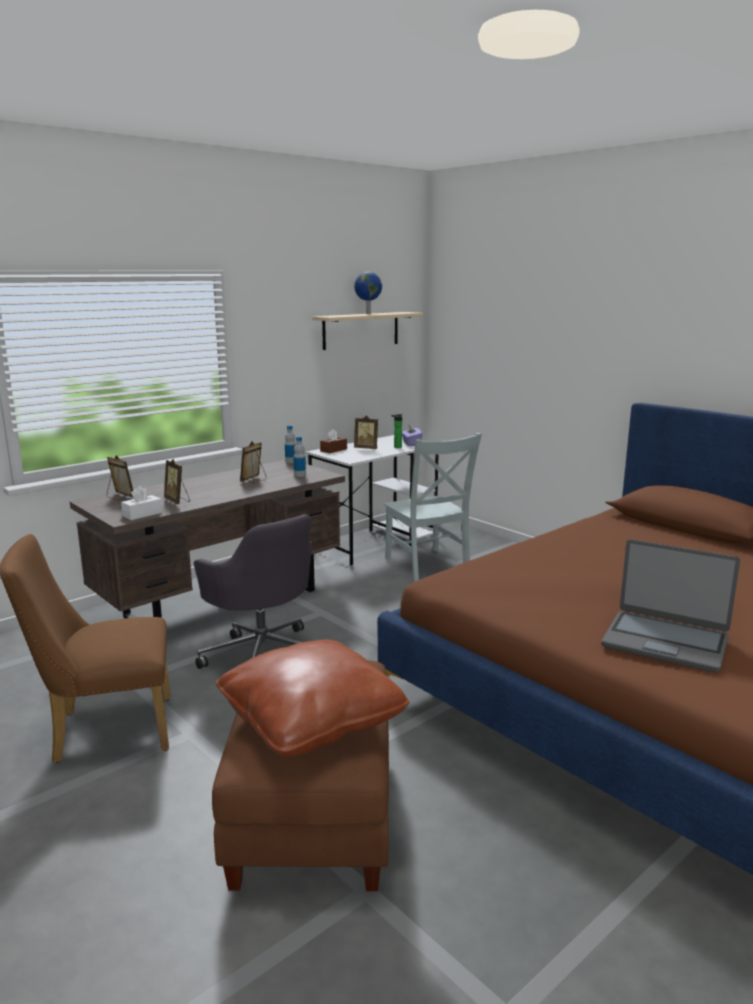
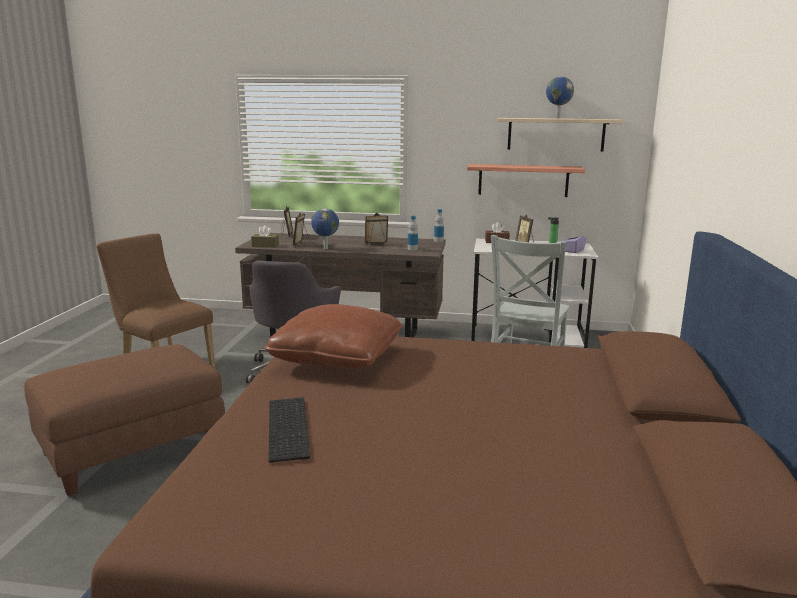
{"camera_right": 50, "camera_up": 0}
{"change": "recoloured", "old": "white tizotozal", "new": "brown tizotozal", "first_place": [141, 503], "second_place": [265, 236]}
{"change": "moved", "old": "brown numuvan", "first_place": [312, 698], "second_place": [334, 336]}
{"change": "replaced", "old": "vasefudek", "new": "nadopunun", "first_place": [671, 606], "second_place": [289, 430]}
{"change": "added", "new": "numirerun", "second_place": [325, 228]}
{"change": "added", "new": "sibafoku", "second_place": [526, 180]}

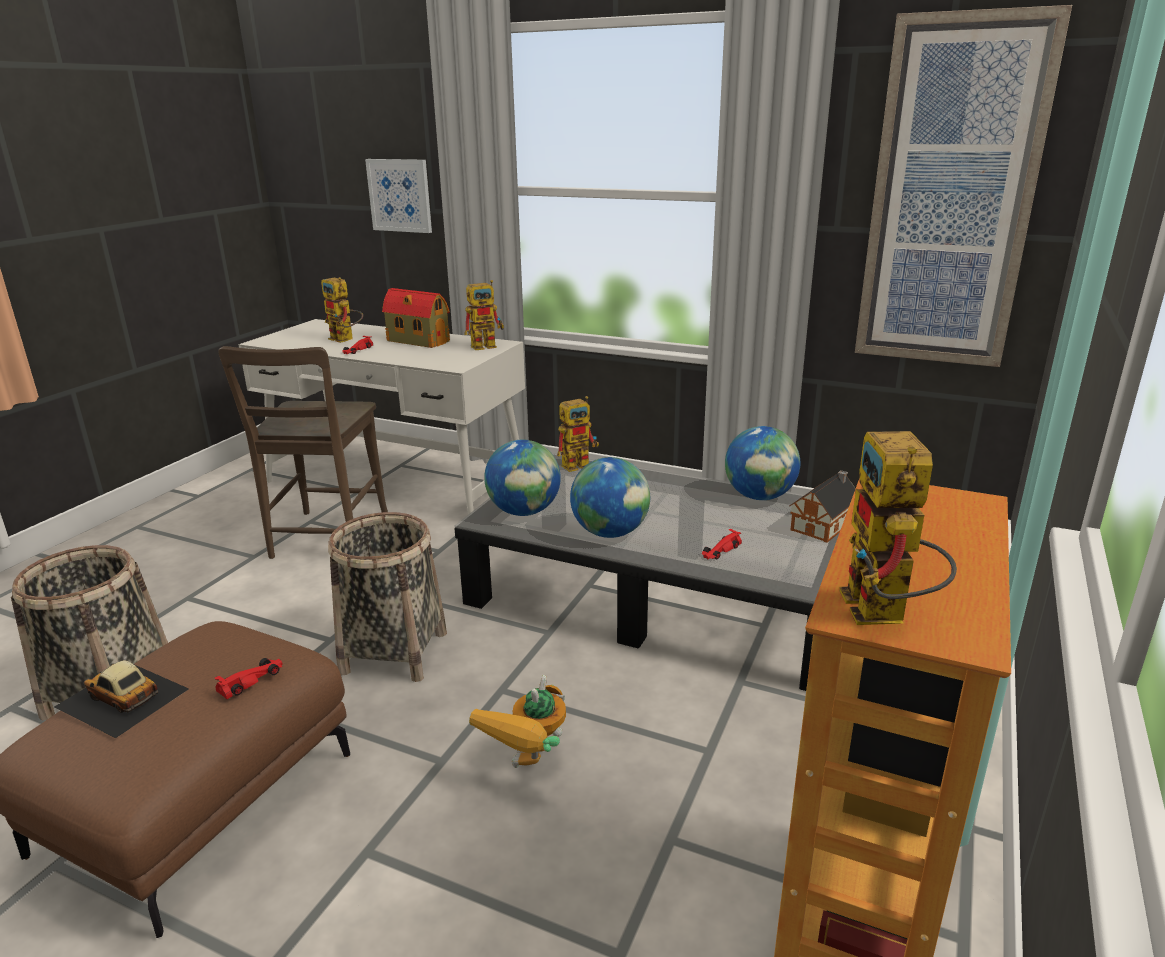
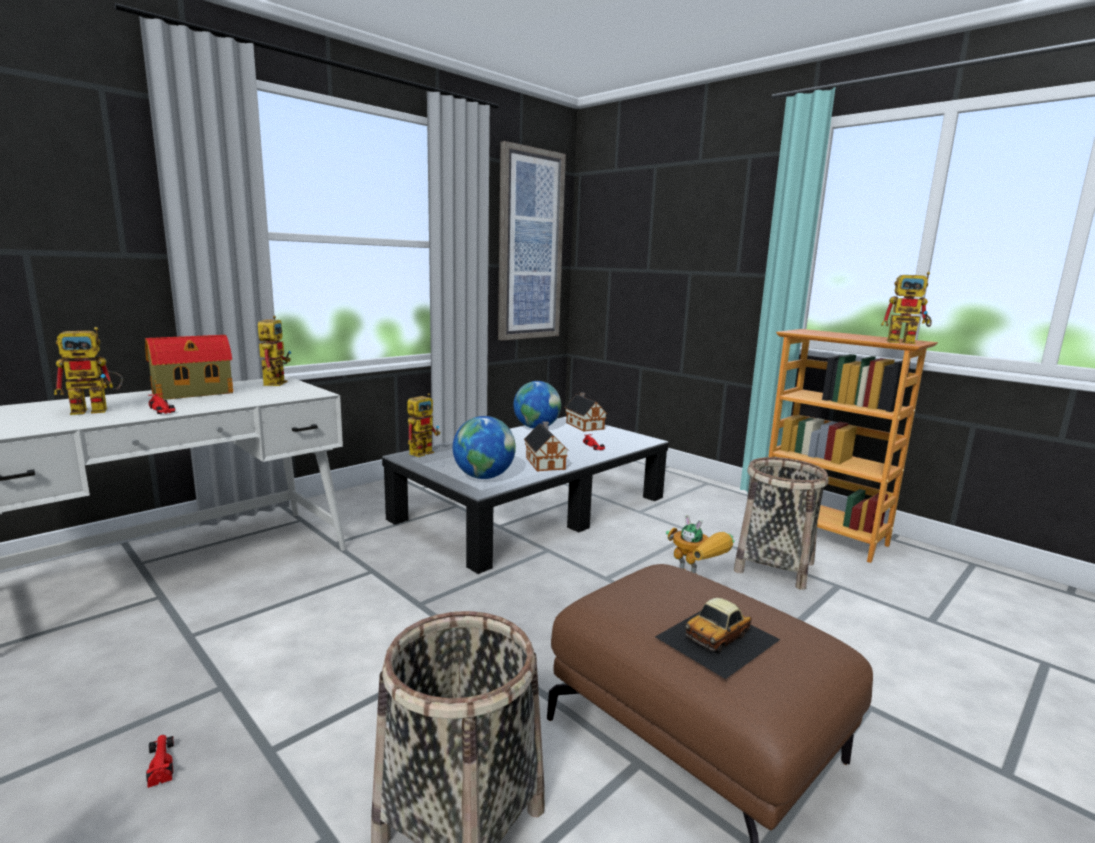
{"camera_right": -70, "camera_up": -10}
{"change": "moved", "old": "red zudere", "first_place": [248, 678], "second_place": [160, 761]}
{"change": "removed", "old": "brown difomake", "first_place": [303, 452]}
{"change": "moved", "old": "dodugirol", "first_place": [387, 597], "second_place": [781, 523]}
{"change": "removed", "old": "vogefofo", "first_place": [398, 196]}
{"change": "turned", "old": "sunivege", "first_place": [578, 434], "second_place": [423, 425], "degrees": 45}
{"change": "replaced", "old": "numirerun", "new": "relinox", "first_place": [610, 497], "second_place": [546, 446]}

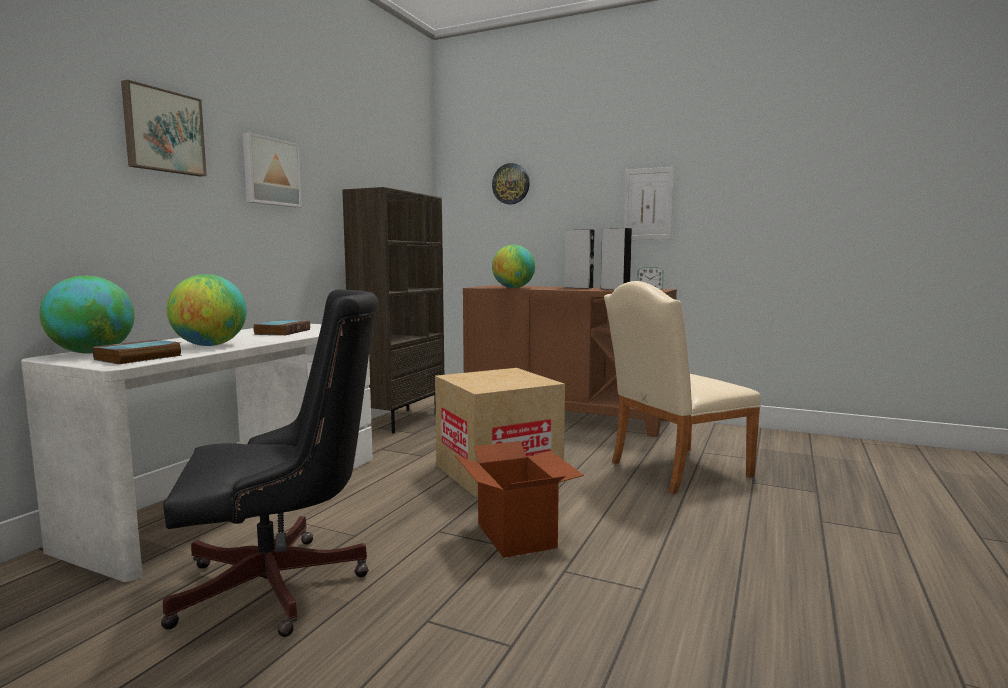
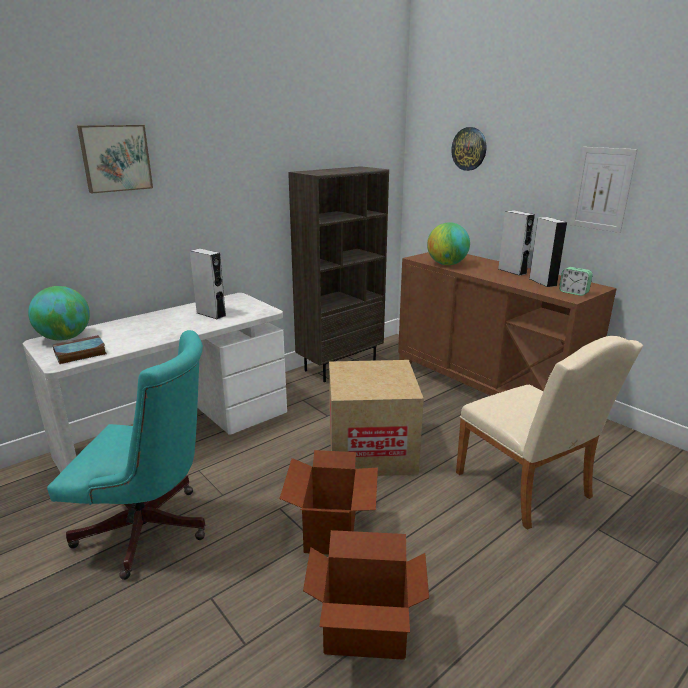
{"camera_right": 25, "camera_up": 15}
{"change": "recoloured", "old": "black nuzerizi", "new": "turquoise nuzerizi", "first_place": [270, 463], "second_place": [126, 455]}
{"change": "removed", "old": "numirerun", "first_place": [207, 310]}
{"change": "removed", "old": "vogefofo", "first_place": [272, 169]}
{"change": "replaced", "old": "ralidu", "new": "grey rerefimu", "first_place": [281, 328], "second_place": [208, 284]}
{"change": "turned", "old": "beige difomake", "first_place": [682, 387], "second_place": [549, 433], "degrees": -120}
{"change": "added", "new": "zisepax", "second_place": [366, 595]}

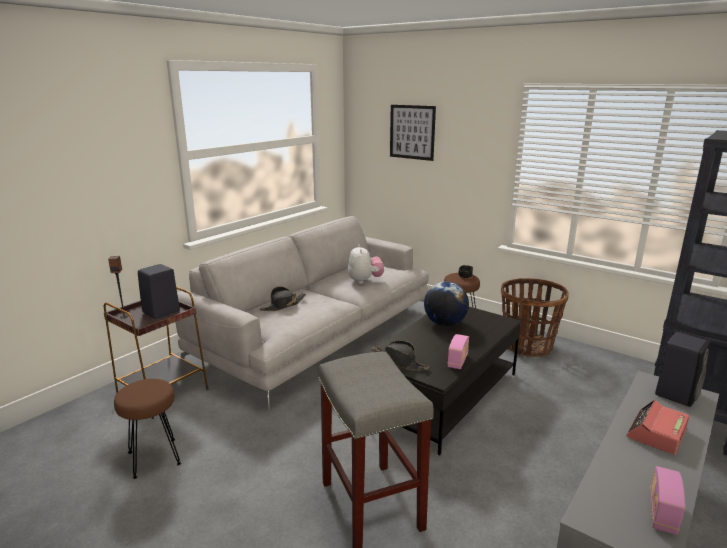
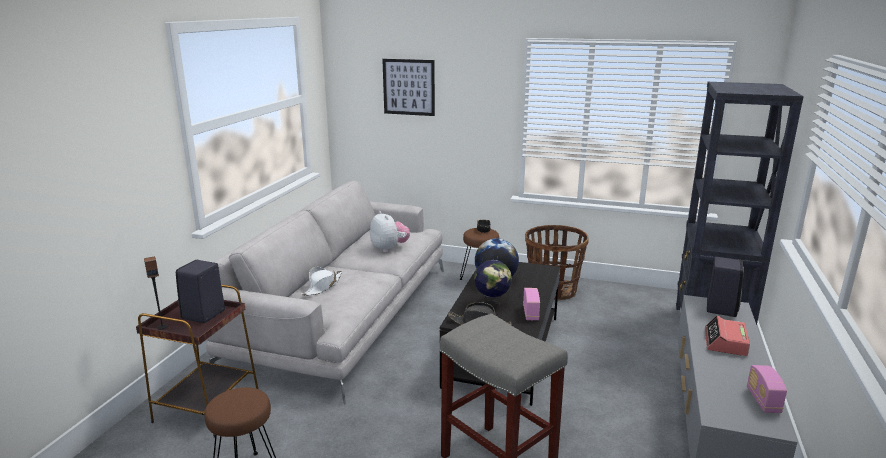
{"camera_right": -20, "camera_up": 0}
{"change": "recoloured", "old": "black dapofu", "new": "white dapofu", "first_place": [283, 298], "second_place": [321, 281]}
{"change": "added", "new": "numirerun", "second_place": [493, 283]}

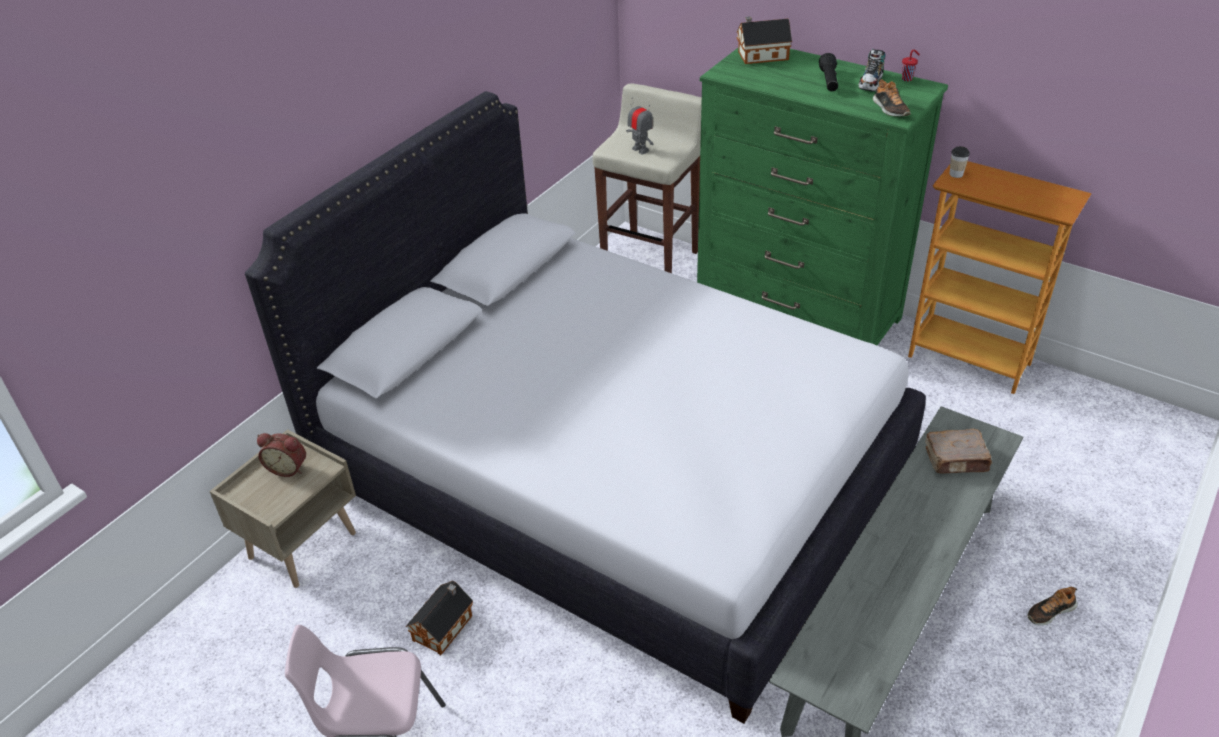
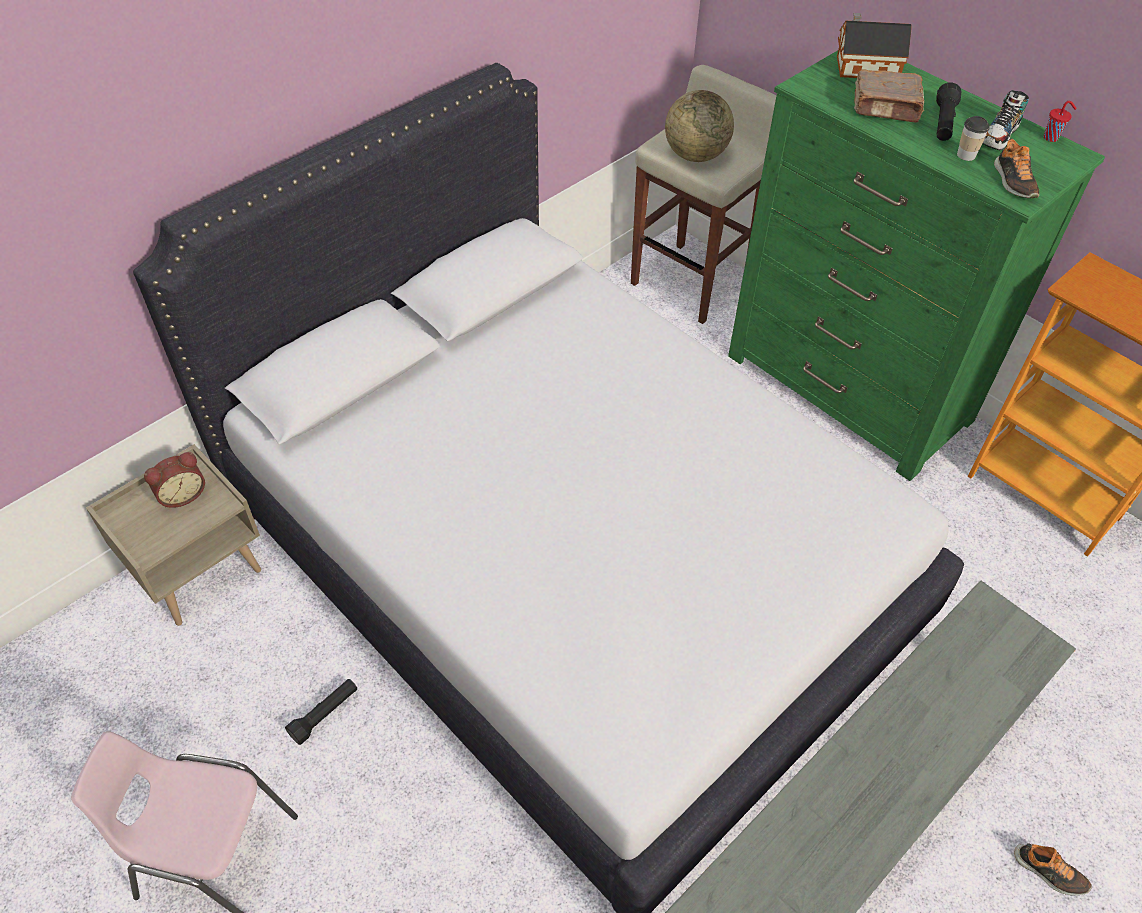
{"camera_right": 10, "camera_up": 10}
{"change": "turned", "old": "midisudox", "first_place": [281, 455], "second_place": [174, 480], "degrees": -60}
{"change": "replaced", "old": "relinox", "new": "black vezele", "first_place": [439, 618], "second_place": [321, 712]}
{"change": "replaced", "old": "sunivege", "new": "numirerun", "first_place": [639, 126], "second_place": [699, 126]}
{"change": "moved", "old": "brown ralidu", "first_place": [959, 451], "second_place": [889, 96]}
{"change": "moved", "old": "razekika", "first_place": [959, 162], "second_place": [973, 138]}
{"change": "turned", "old": "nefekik", "first_place": [1053, 606], "second_place": [1053, 869], "degrees": -135}

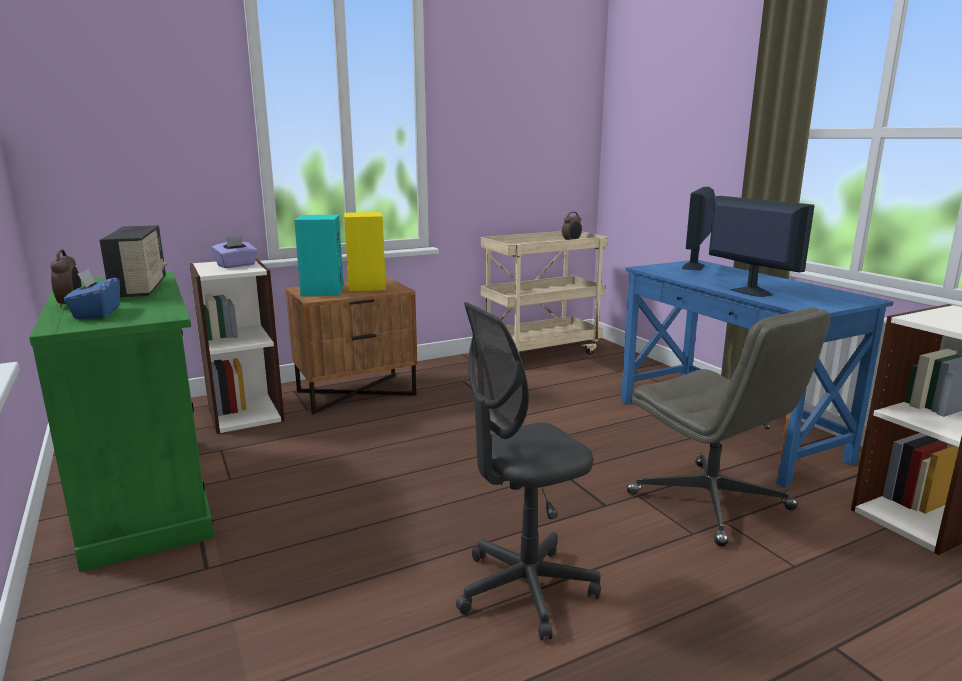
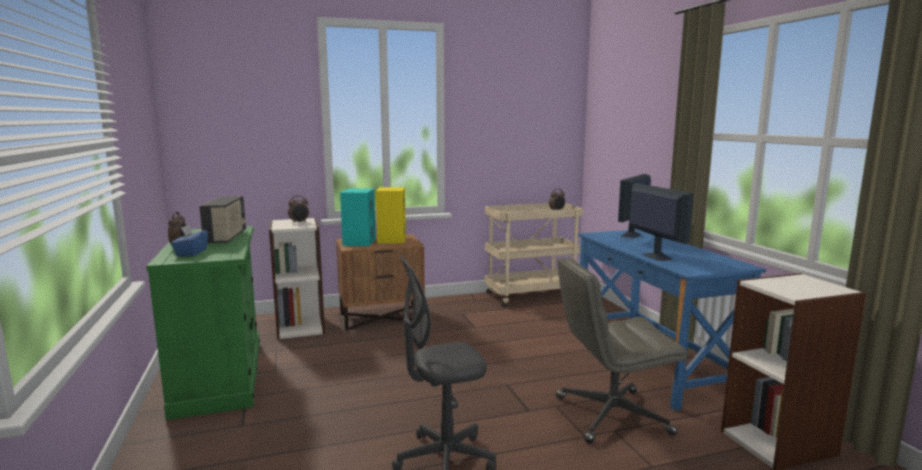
{"camera_right": 10, "camera_up": -5}
{"change": "replaced", "old": "purple tizotozal", "new": "midisudox", "first_place": [234, 252], "second_place": [298, 210]}
{"change": "turned", "old": "grey nuzerizi", "first_place": [729, 427], "second_place": [621, 350], "degrees": 105}

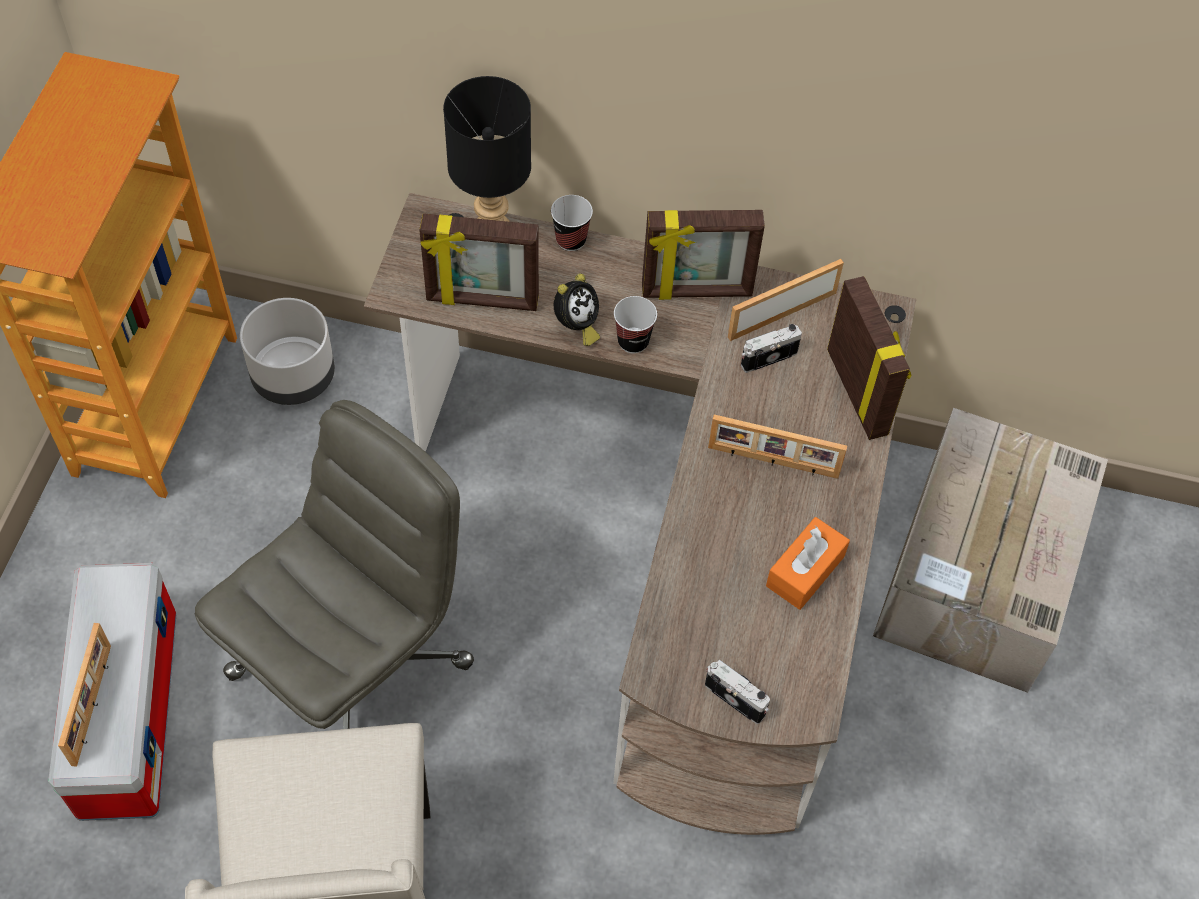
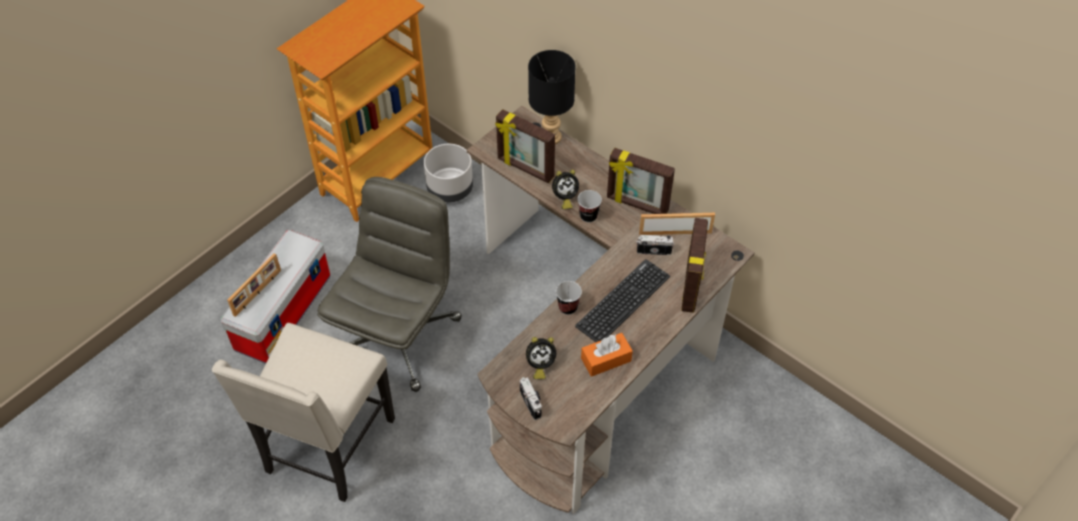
{"camera_right": 30, "camera_up": -5}
{"change": "turned", "old": "grey nuzerizi", "first_place": [334, 564], "second_place": [389, 284], "degrees": -45}
{"change": "moved", "old": "razekika", "first_place": [572, 223], "second_place": [569, 298]}
{"change": "replaced", "old": "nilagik", "new": "nadopunun", "first_place": [777, 446], "second_place": [622, 300]}
{"change": "removed", "old": "zisepax", "first_place": [990, 550]}
{"change": "added", "new": "midisudox", "second_place": [541, 358]}

